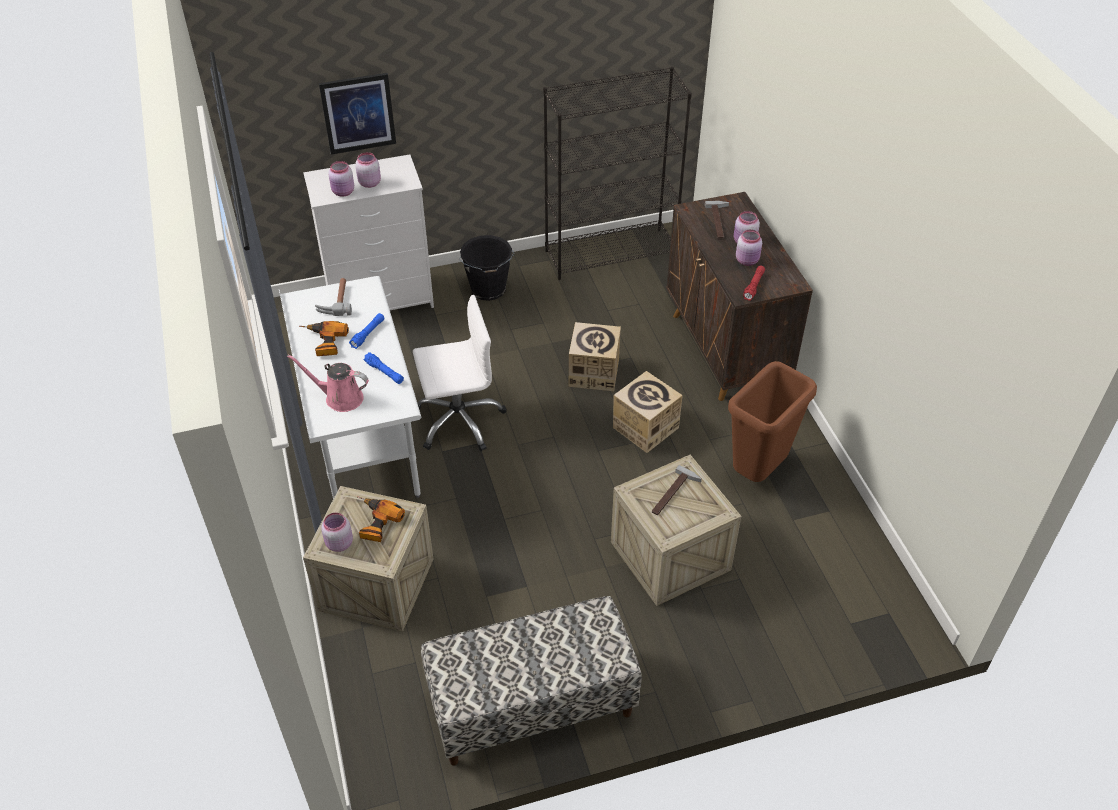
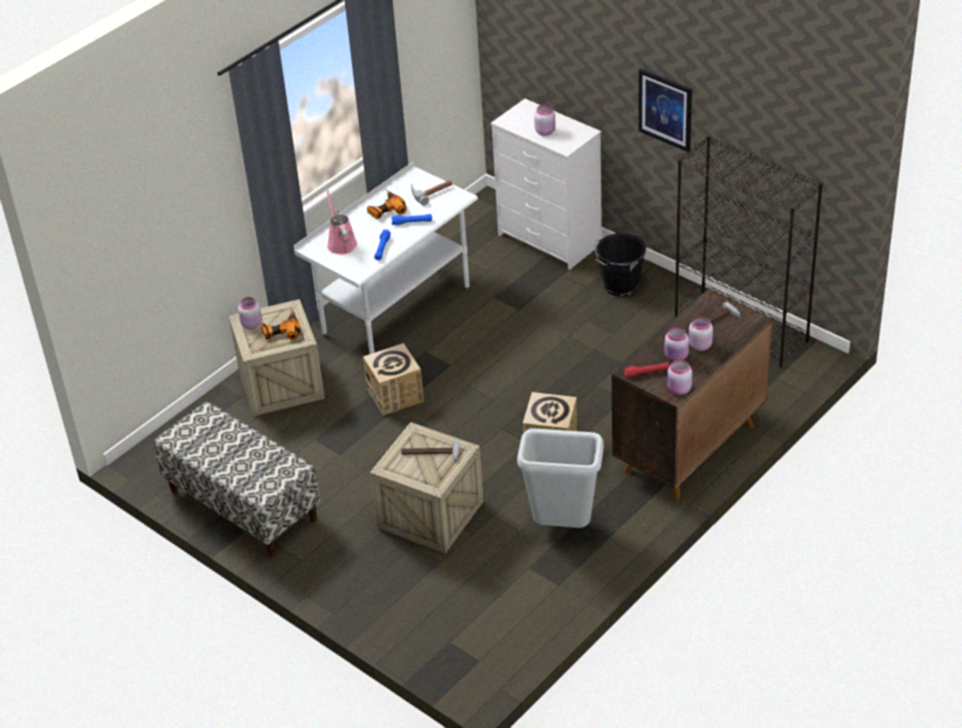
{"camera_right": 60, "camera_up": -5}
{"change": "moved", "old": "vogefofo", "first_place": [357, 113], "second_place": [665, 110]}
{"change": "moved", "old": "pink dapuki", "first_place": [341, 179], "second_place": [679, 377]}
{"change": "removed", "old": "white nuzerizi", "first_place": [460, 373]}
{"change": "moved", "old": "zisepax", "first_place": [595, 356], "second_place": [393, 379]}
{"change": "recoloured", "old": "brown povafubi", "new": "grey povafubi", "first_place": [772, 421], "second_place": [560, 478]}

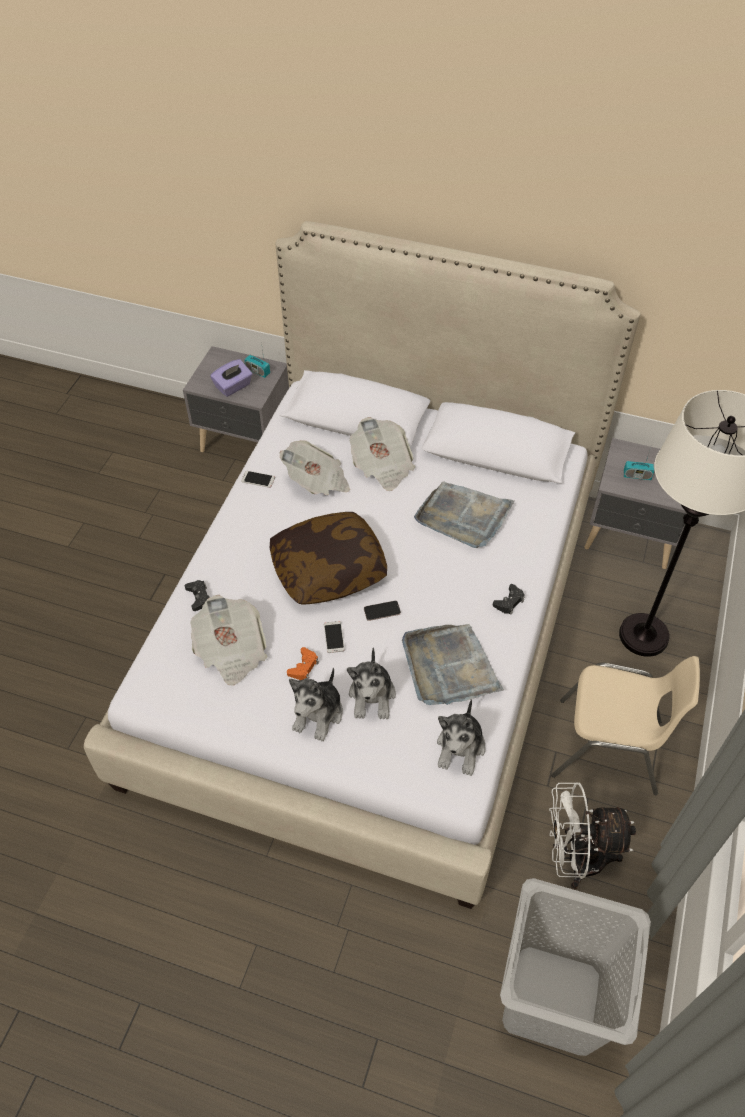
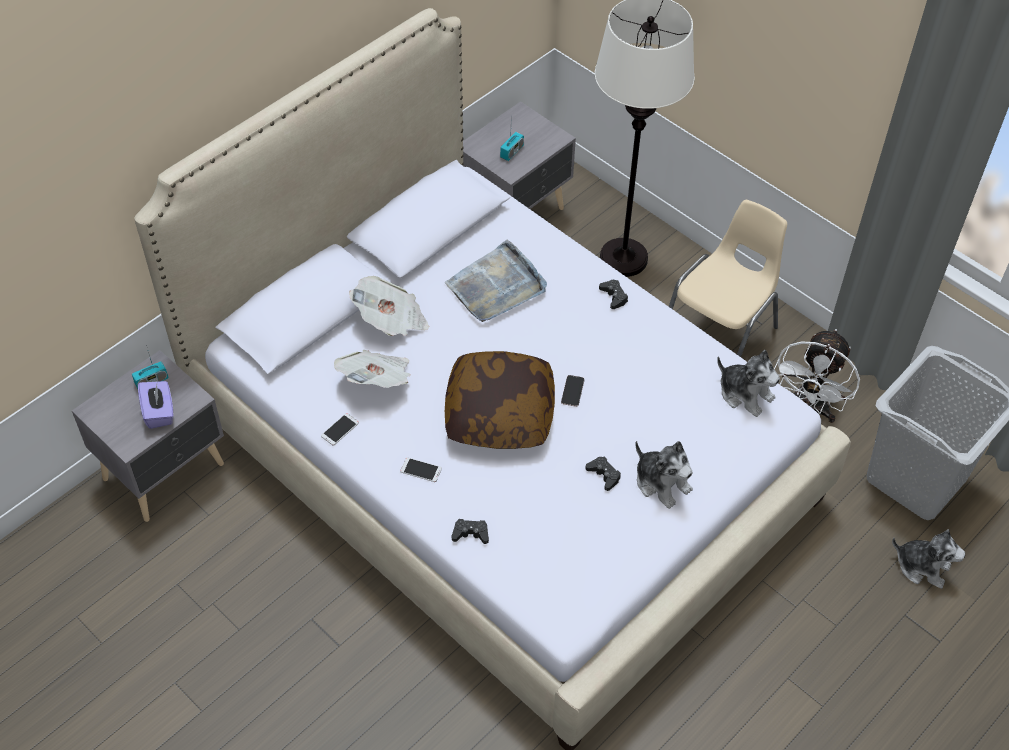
{"camera_right": -65, "camera_up": 0}
{"change": "removed", "old": "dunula", "first_place": [228, 640]}
{"change": "recoloured", "old": "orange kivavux", "new": "black kivavux", "first_place": [303, 663], "second_place": [603, 474]}
{"change": "moved", "old": "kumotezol", "first_place": [334, 637], "second_place": [421, 469]}
{"change": "moved", "old": "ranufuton", "first_place": [371, 683], "second_place": [928, 559]}
{"change": "removed", "old": "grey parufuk", "first_place": [453, 664]}

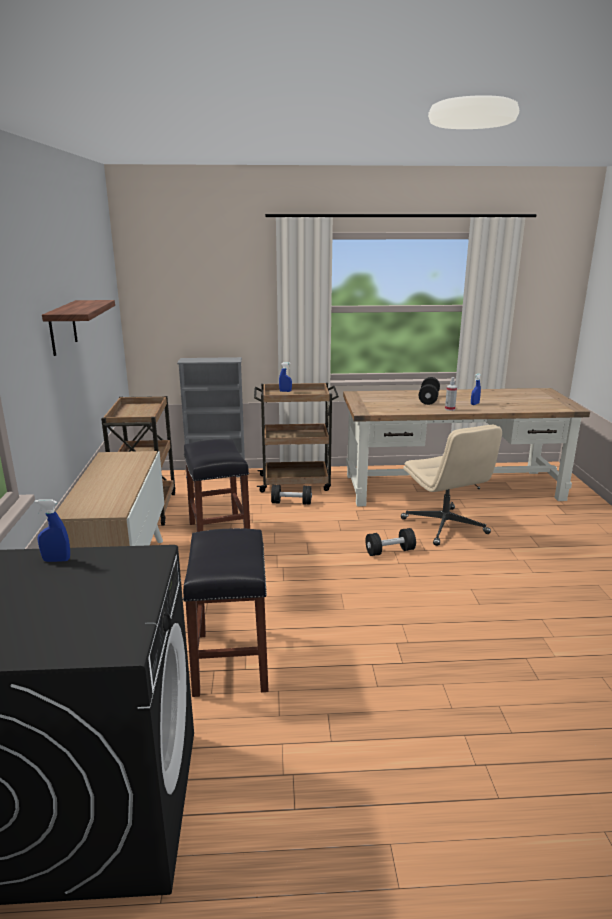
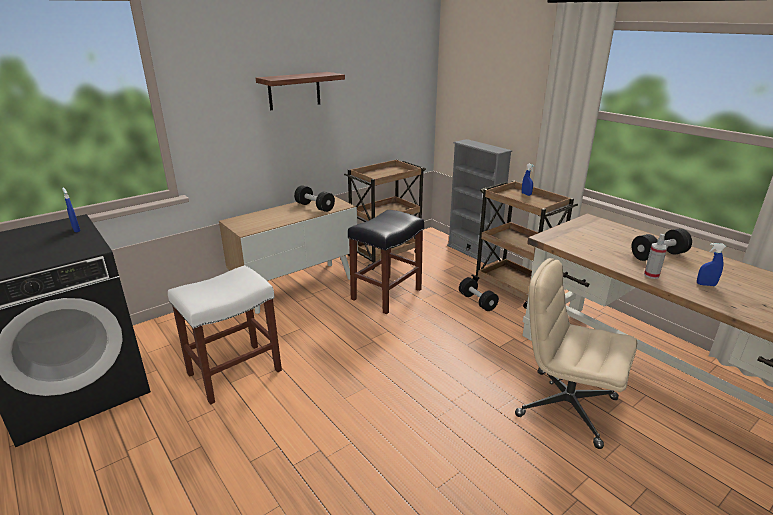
{"camera_right": 55, "camera_up": 5}
{"change": "recoloured", "old": "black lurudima", "new": "white lurudima", "first_place": [226, 612], "second_place": [225, 335]}
{"change": "moved", "old": "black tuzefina", "first_place": [391, 542], "second_place": [314, 198]}
{"change": "turned", "old": "beige nuzerizi", "first_place": [451, 485], "second_place": [576, 353], "degrees": 90}

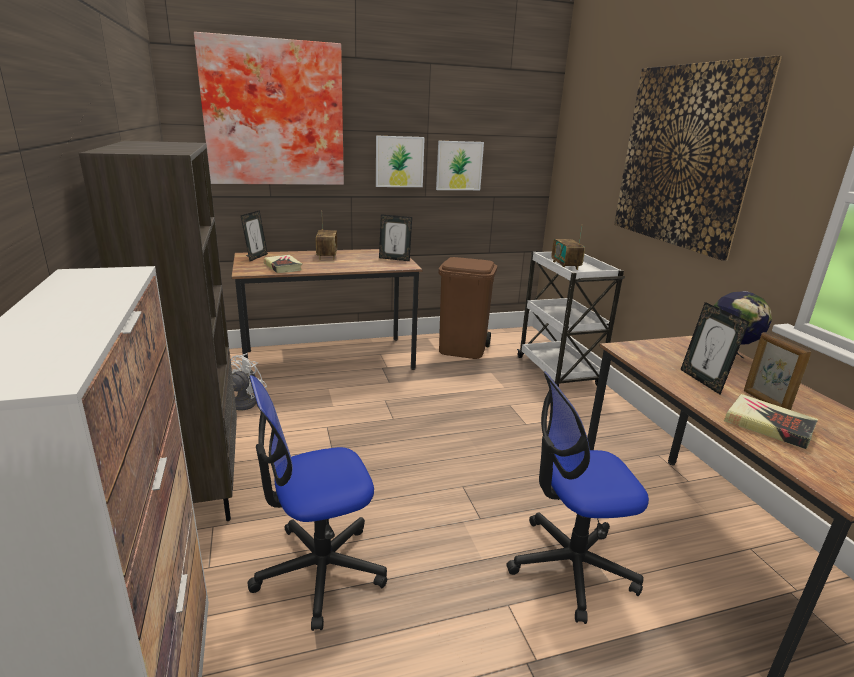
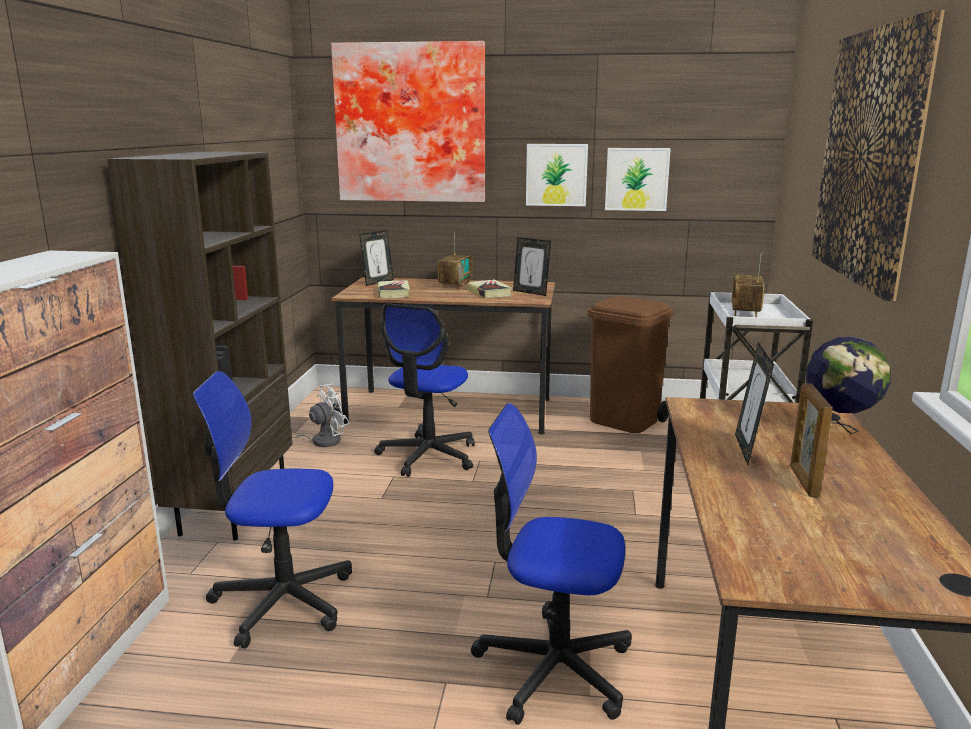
{"camera_right": 25, "camera_up": -5}
{"change": "moved", "old": "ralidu", "first_place": [771, 422], "second_place": [489, 288]}
{"change": "added", "new": "nuzerizi", "second_place": [424, 390]}

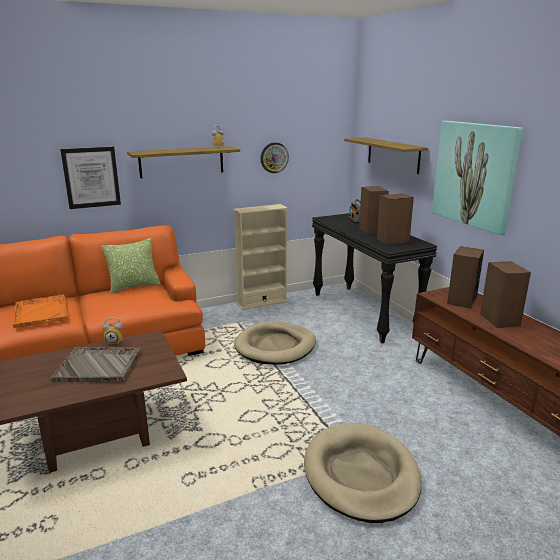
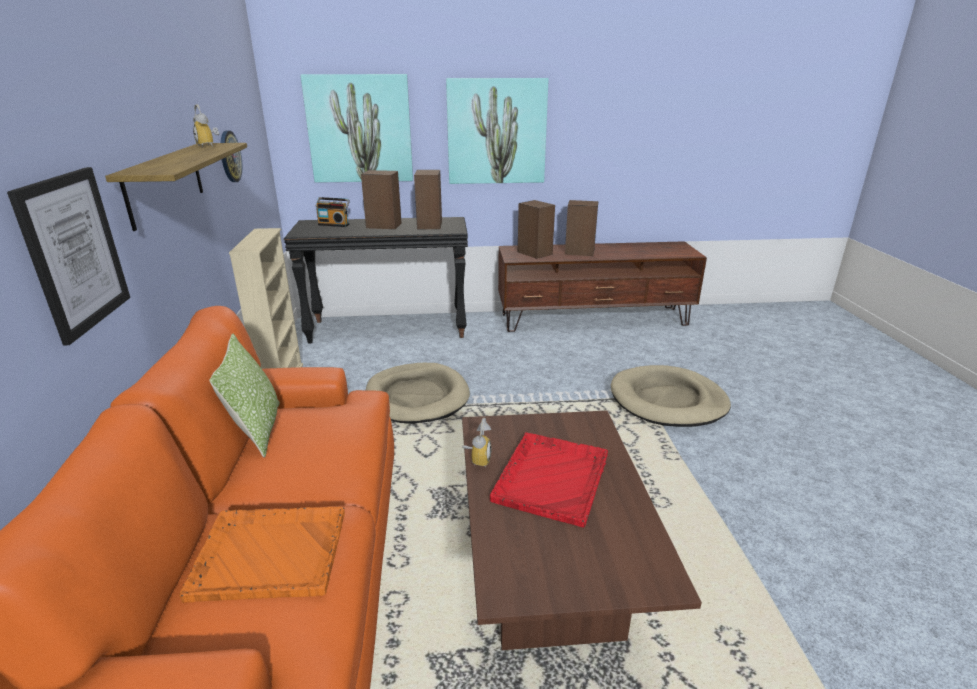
{"camera_right": -70, "camera_up": 5}
{"change": "recoloured", "old": "grey parufuk", "new": "red parufuk", "first_place": [95, 364], "second_place": [549, 479]}
{"change": "replaced", "old": "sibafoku", "new": "vogefofo", "first_place": [386, 156], "second_place": [356, 128]}

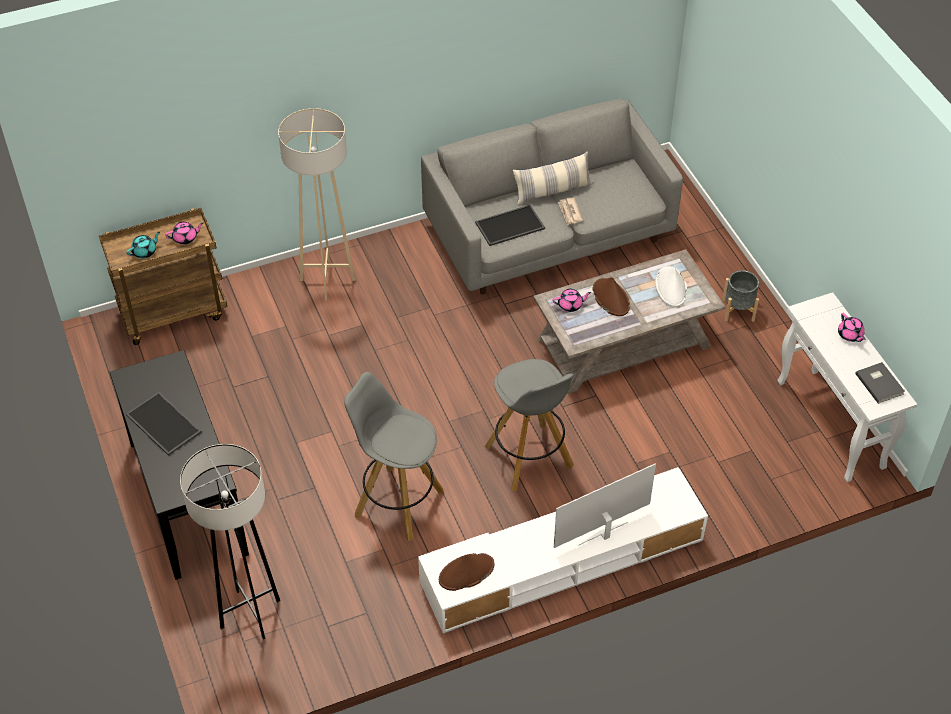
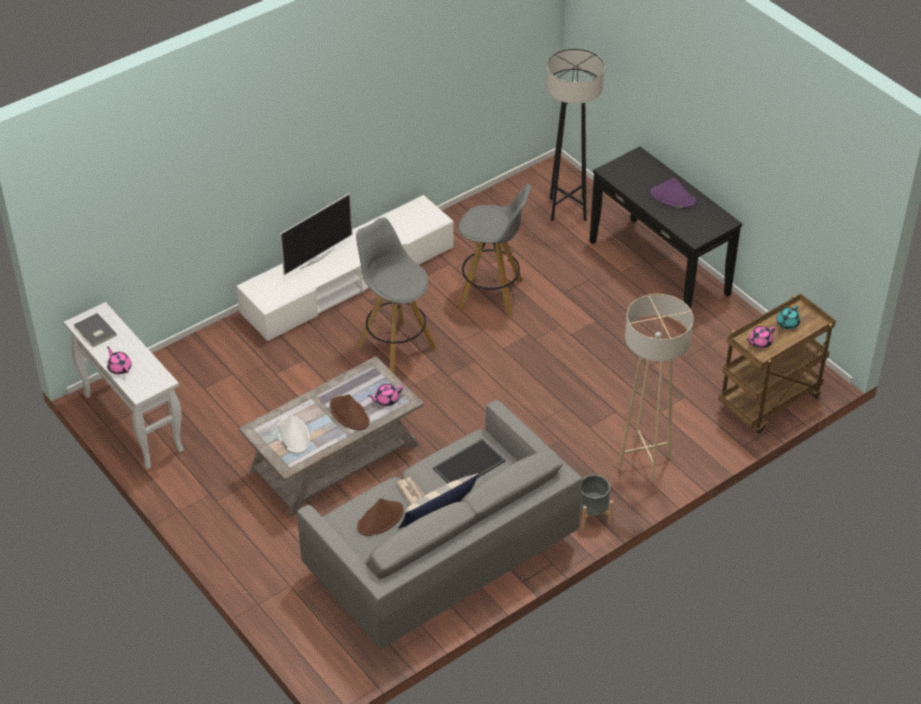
{"camera_right": 165, "camera_up": -5}
{"change": "replaced", "old": "parufuk", "new": "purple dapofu", "first_place": [164, 424], "second_place": [673, 192]}
{"change": "moved", "old": "brown dapofu", "first_place": [466, 572], "second_place": [380, 517]}
{"change": "moved", "old": "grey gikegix", "first_place": [740, 296], "second_place": [596, 502]}

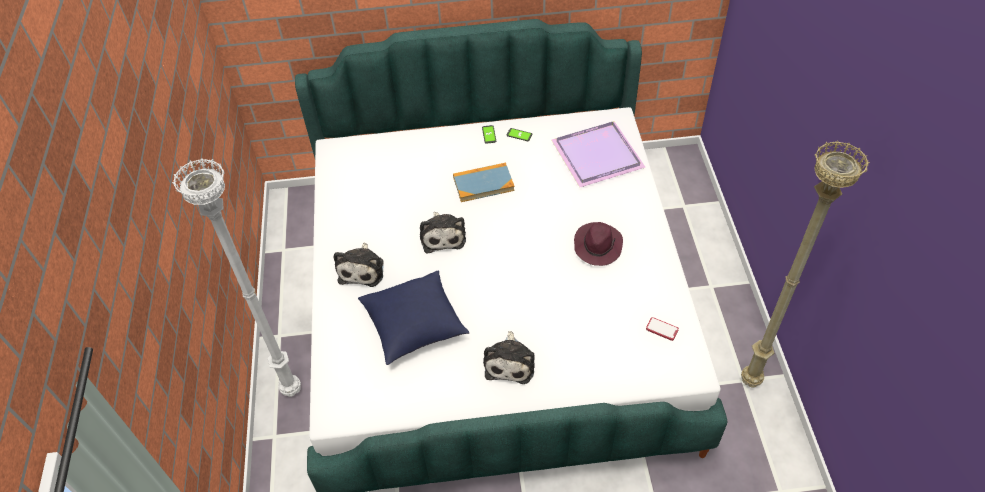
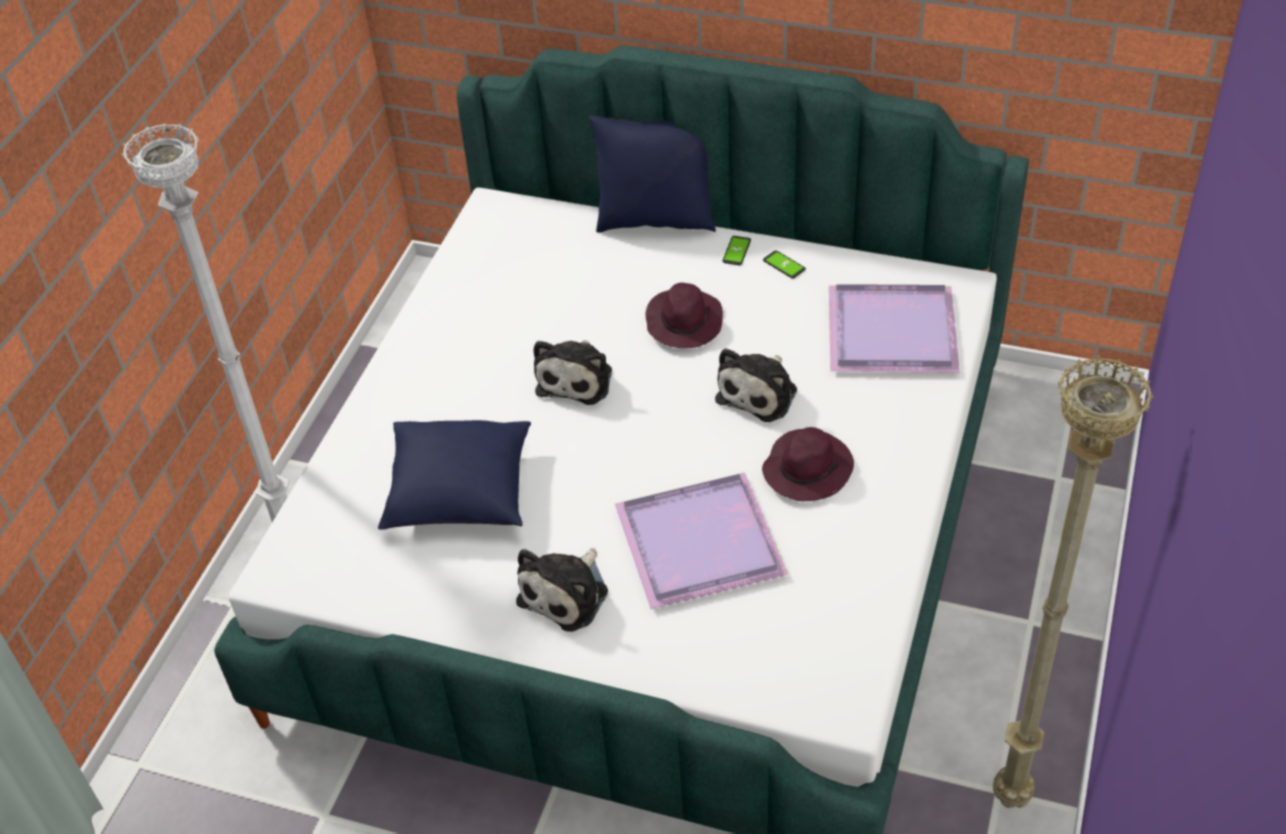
{"camera_right": 25, "camera_up": -5}
{"change": "moved", "old": "ranufuton", "first_place": [359, 265], "second_place": [756, 385]}
{"change": "replaced", "old": "ralidu", "new": "purple dapofu", "first_place": [484, 182], "second_place": [684, 315]}
{"change": "removed", "old": "kumotezol", "first_place": [662, 329]}
{"change": "added", "new": "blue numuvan", "second_place": [652, 174]}
{"change": "added", "new": "purple parufuk", "second_place": [701, 540]}

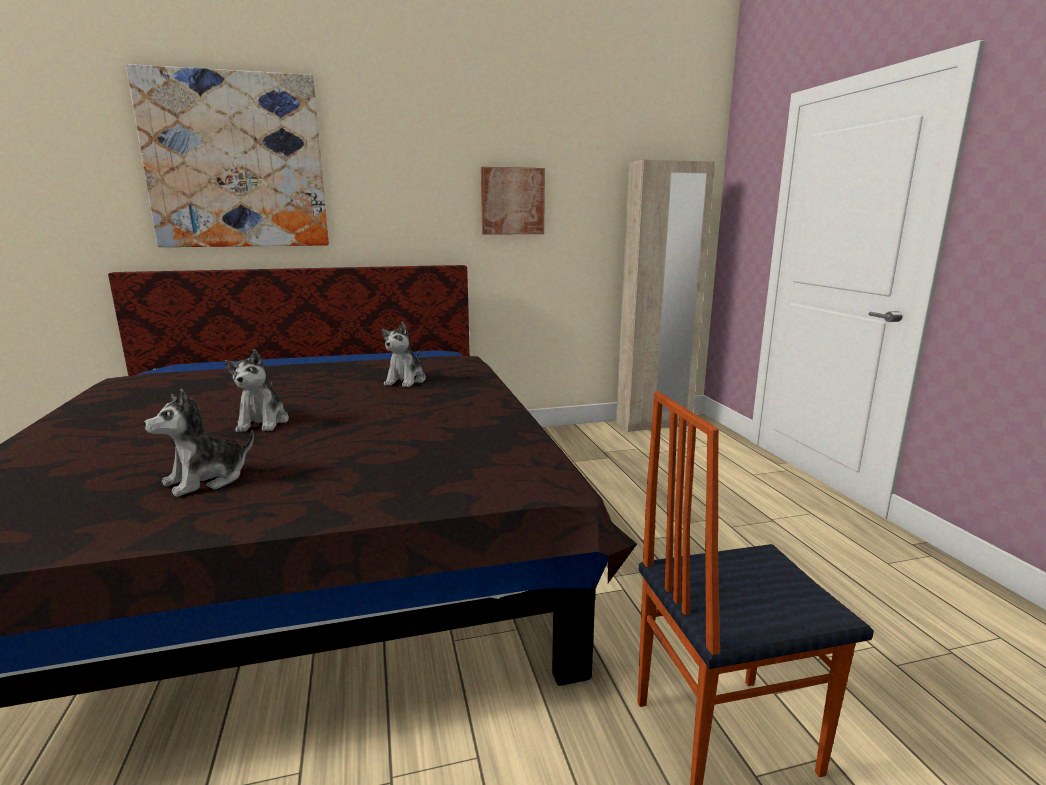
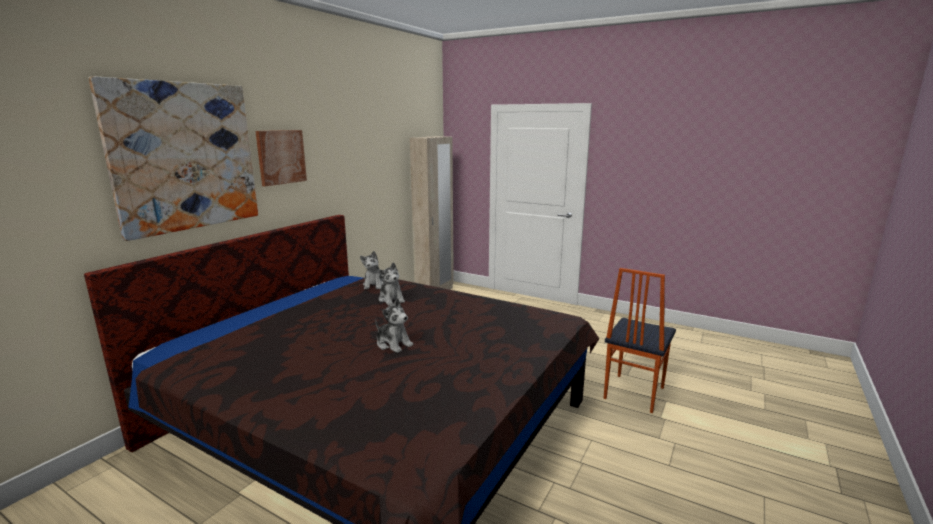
{"camera_right": -45, "camera_up": 0}
{"change": "moved", "old": "ranufuton", "first_place": [199, 443], "second_place": [373, 270]}
{"change": "moved", "old": "vogefofo", "first_place": [513, 201], "second_place": [281, 158]}

